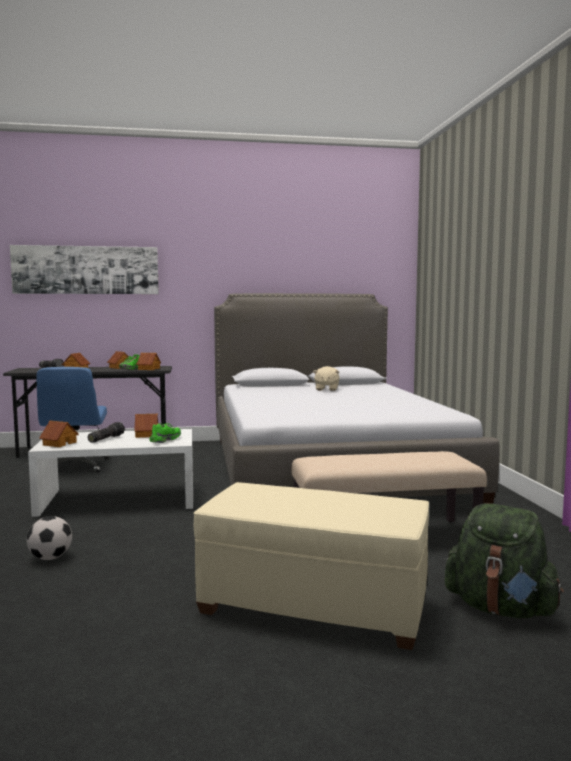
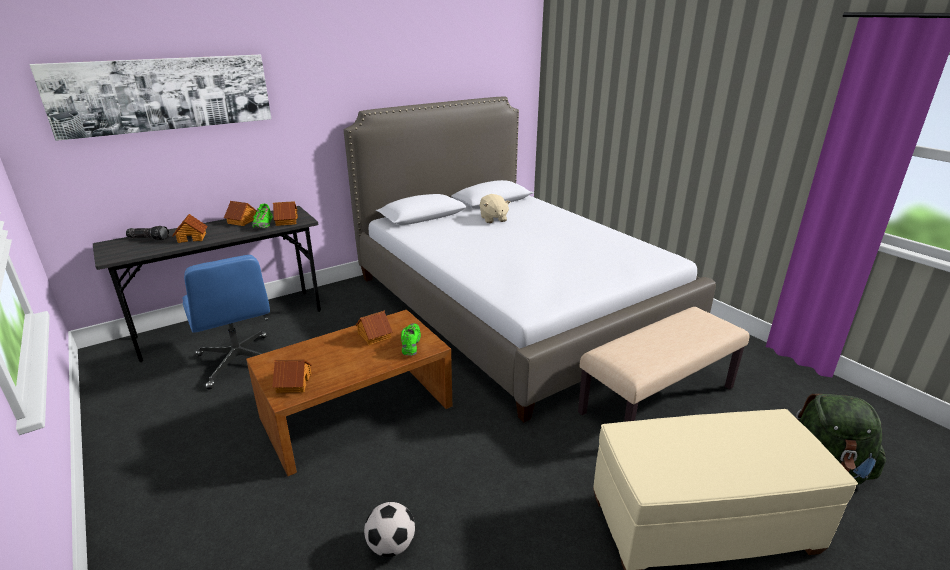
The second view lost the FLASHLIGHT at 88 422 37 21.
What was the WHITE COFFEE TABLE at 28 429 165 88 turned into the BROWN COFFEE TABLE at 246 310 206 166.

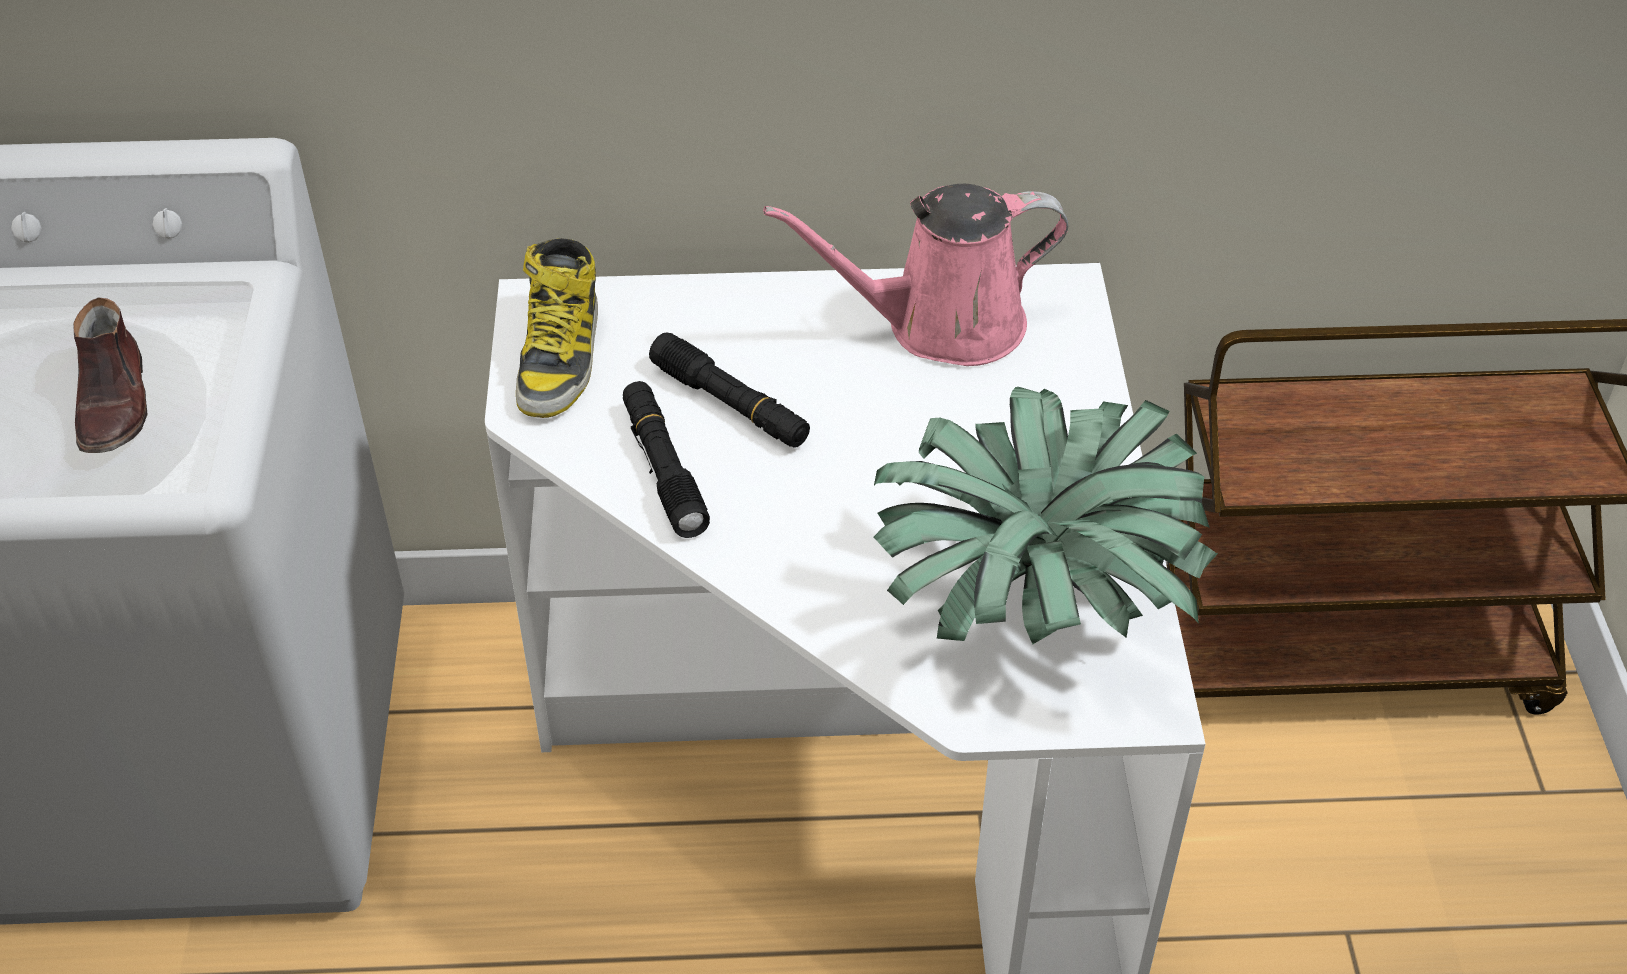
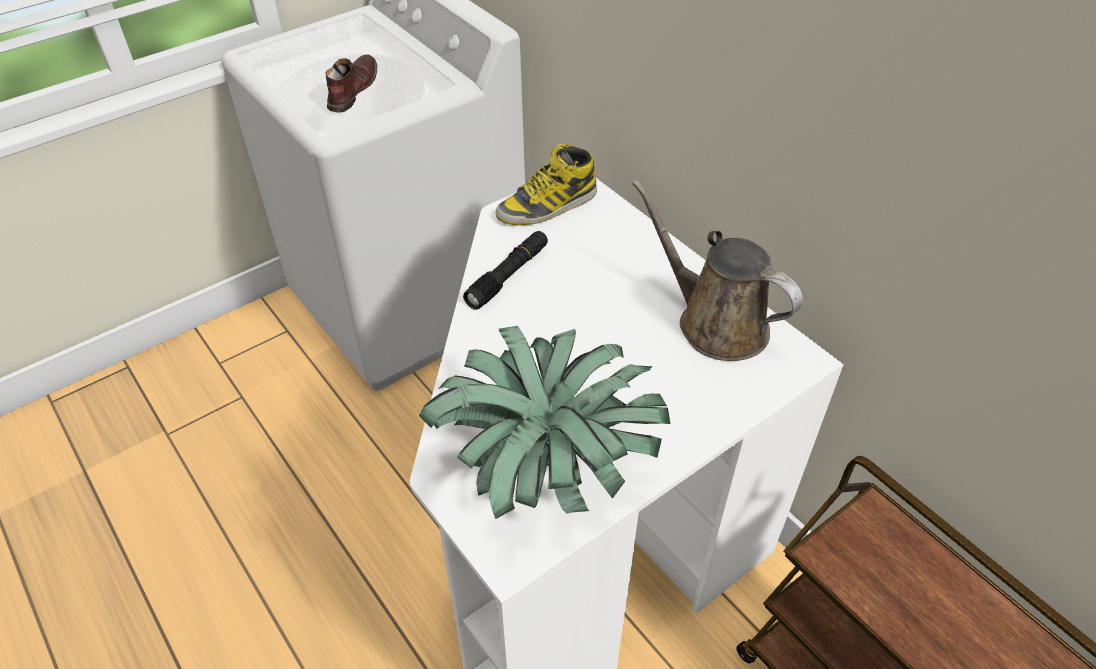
What was the PINK WATERING CAN at 763 184 305 182 turned into the BROWN WATERING CAN at 632 180 171 181.
The BROWN SHOE at 73 297 75 156 ended up facing another way, 150 degrees clockwise from before.
The second view lost the BLACK FLASHLIGHT at 649 332 161 116.

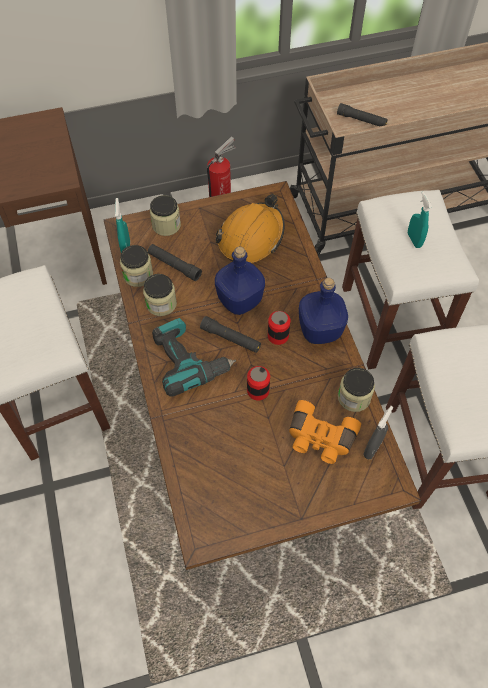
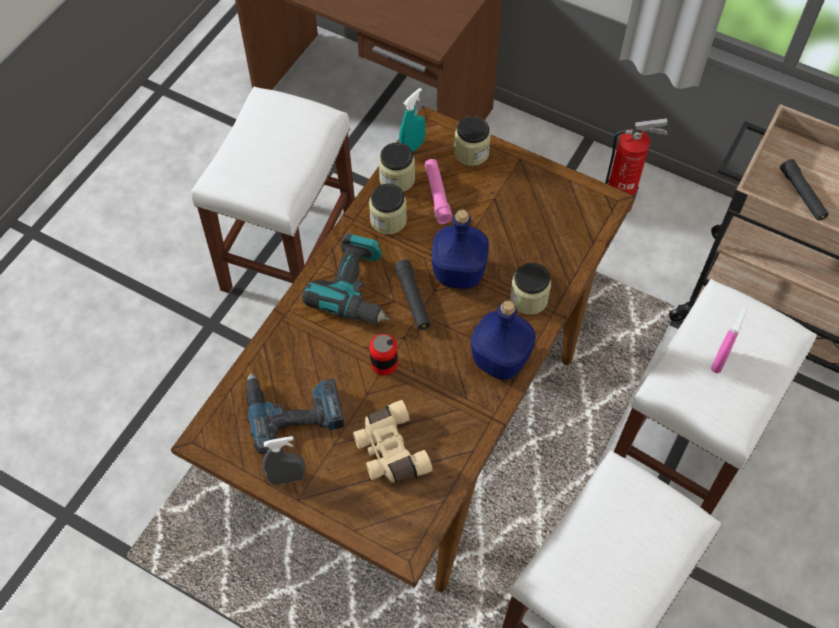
What was the TURQUOISE SPRAY BOTTLE at 408 192 24 56 turned into the PINK SPRAY BOTTLE at 711 308 36 65.
The second view lost the ORANGE HARD HAT at 216 194 69 69.
What was the BLACK FLASHLIGHT at 148 244 54 37 turned into the PINK FLASHLIGHT at 425 159 28 65.
The second view lost the CAN at 268 311 23 34.
The JAR ended up elsewhere, having gone from 338 368 37 44 to 510 263 41 52.
What was the ORANGE BINOCULARS at 289 400 72 64 turned into the BEIGE BINOCULARS at 353 400 80 83.
The GREY SPRAY BOTTLE ended up elsewhere, having gone from 364 406 29 53 to 262 436 44 49.
The second view gained the POWER DRILL at 246 373 99 81.

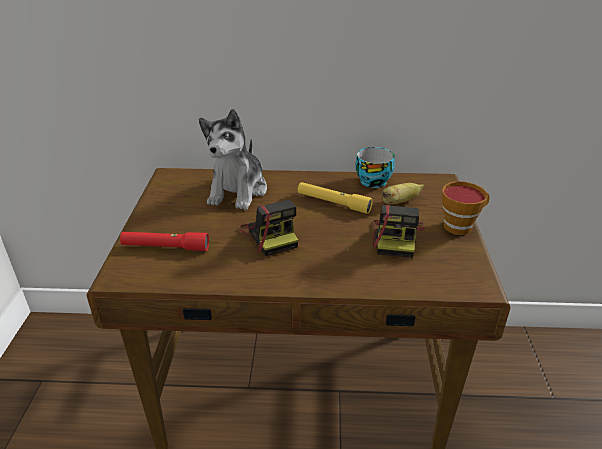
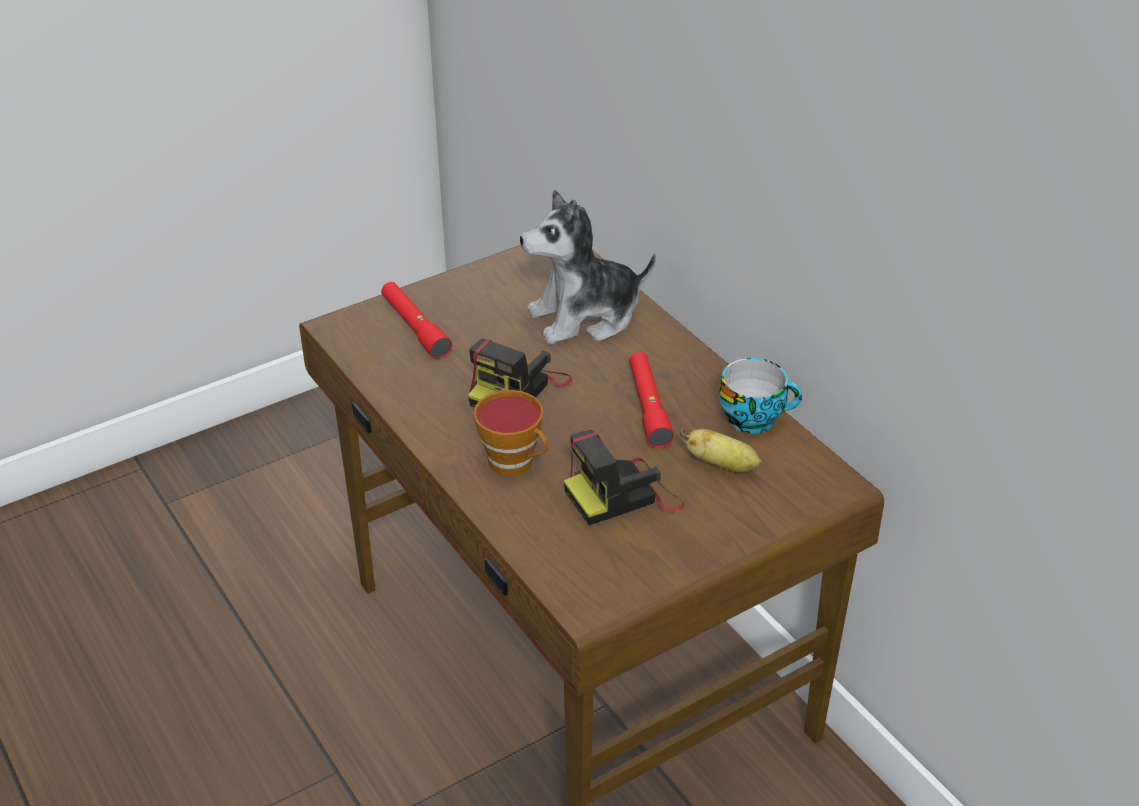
What was the YELLOW FLASHLIGHT at 298 182 75 32 turned into the RED FLASHLIGHT at 629 352 45 96.
The CUP ended up elsewhere, having gone from 442 182 48 53 to 473 390 75 86.

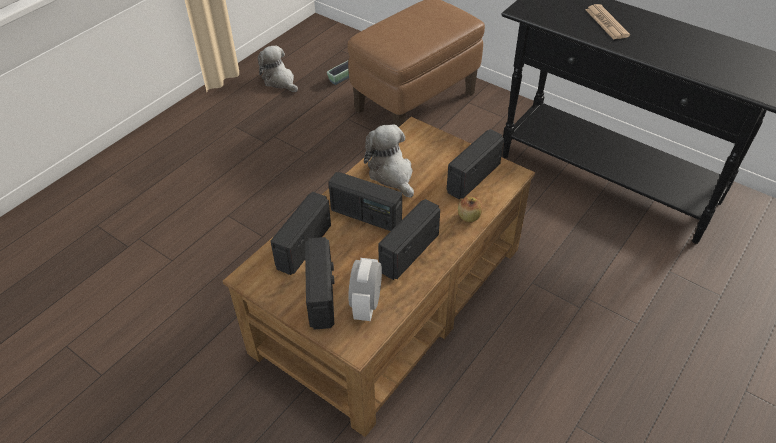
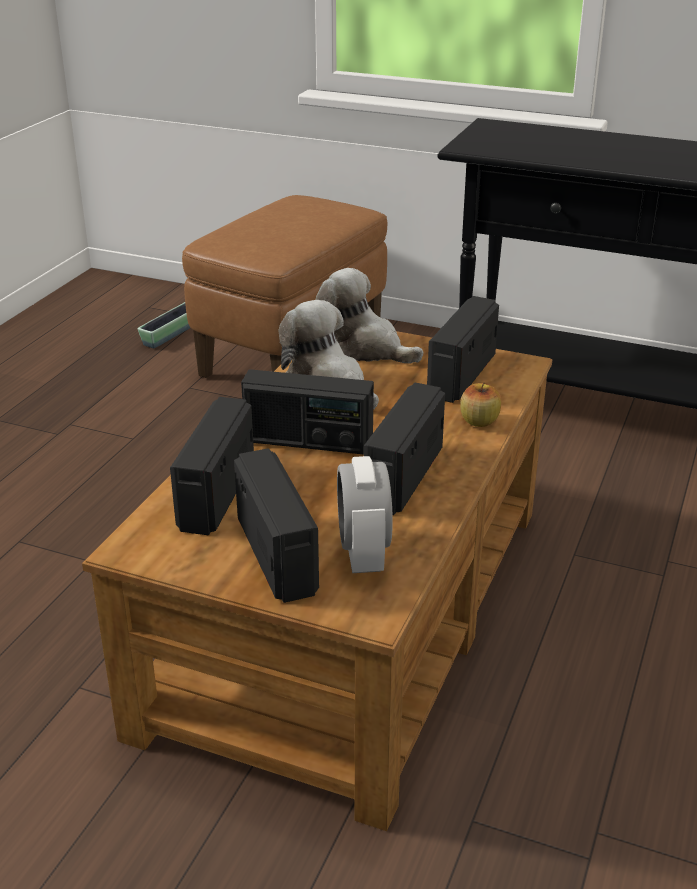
The second view lost the NEWSPAPER at 585 4 45 36.
The PLUSH TOY ended up elsewhere, having gone from 258 45 40 47 to 315 268 108 96.

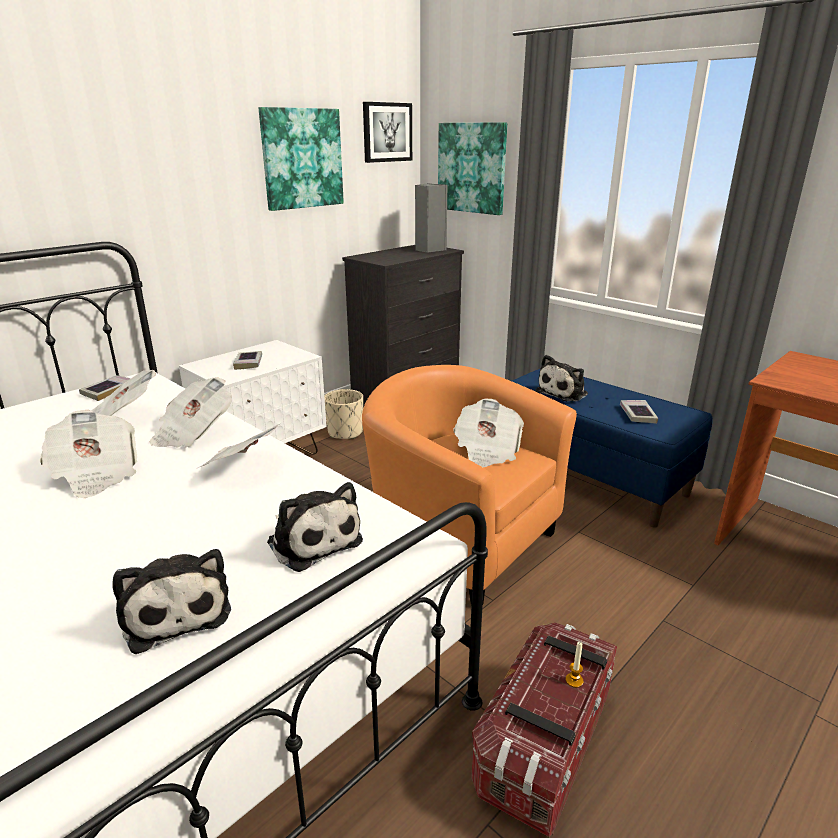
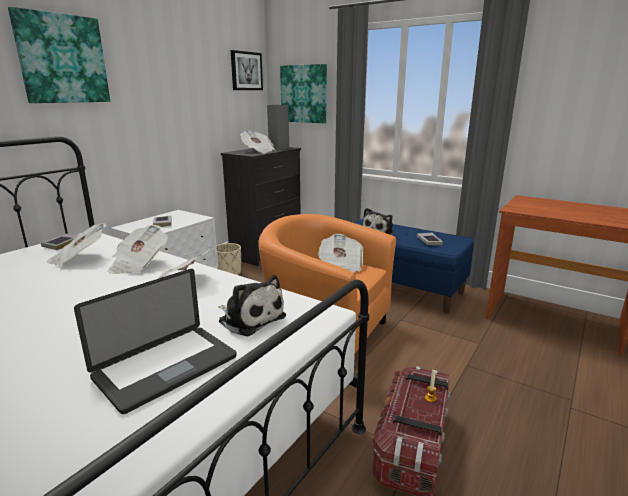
The PICTURE ended up elsewhere, having gone from 259 107 85 104 to 8 7 102 96.
The NEWSPAPER ended up elsewhere, having gone from 39 410 98 88 to 240 130 35 23.
Where the PLUSH TOY stood at 113 549 118 105, the LAPTOP came to stand at 74 269 163 145.

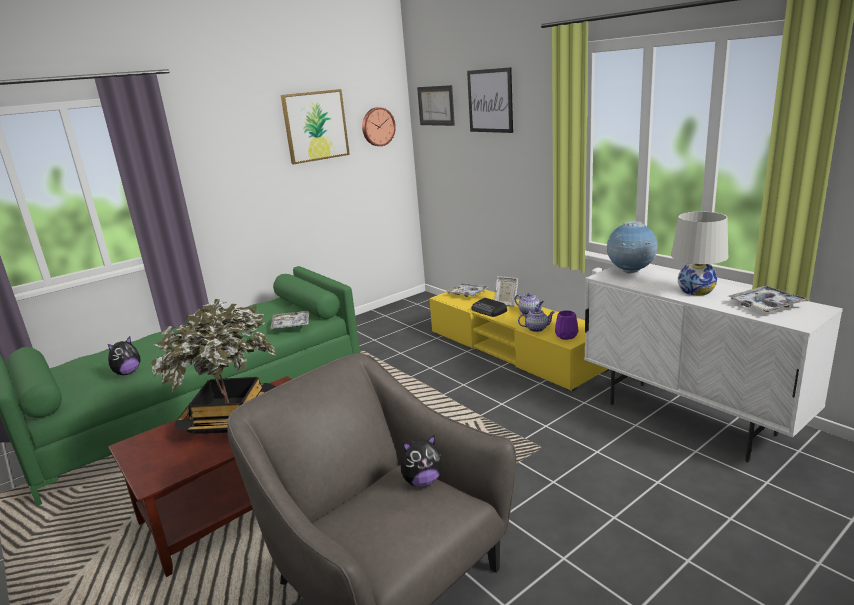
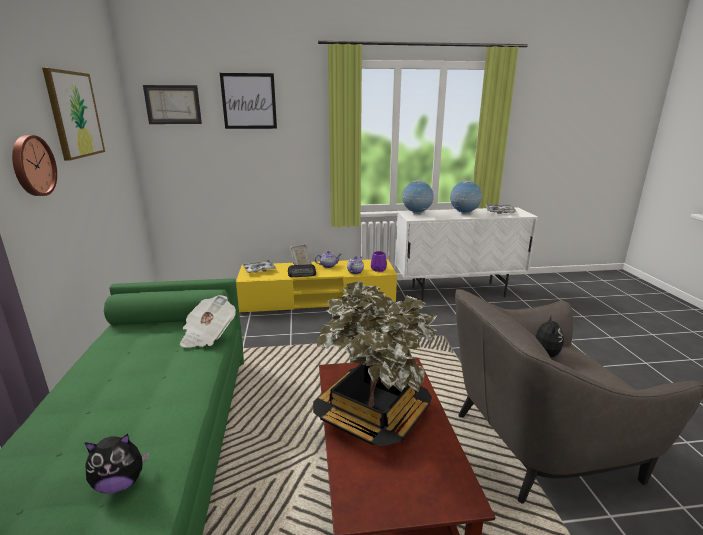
The WALL CLOCK ended up elsewhere, having gone from 362 107 34 39 to 12 135 45 61.
Where the WHITE TABLE LAMP stood at 671 212 57 83, the GLOBE came to stand at 450 180 32 34.
Where the TRAY stood at 270 311 39 19, the NEWSPAPER came to stand at 180 295 56 53.
The PLUSH TOY at 108 336 32 39 ended up facing another way, 90 degrees clockwise from before.

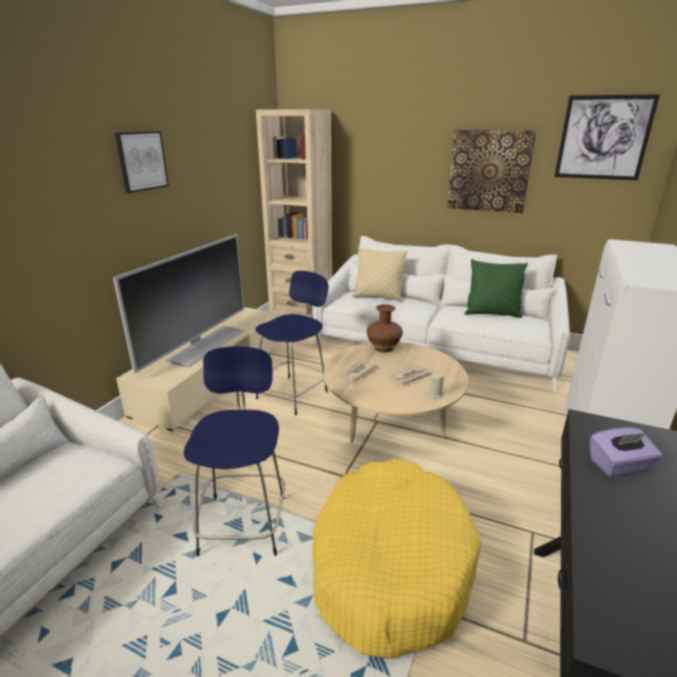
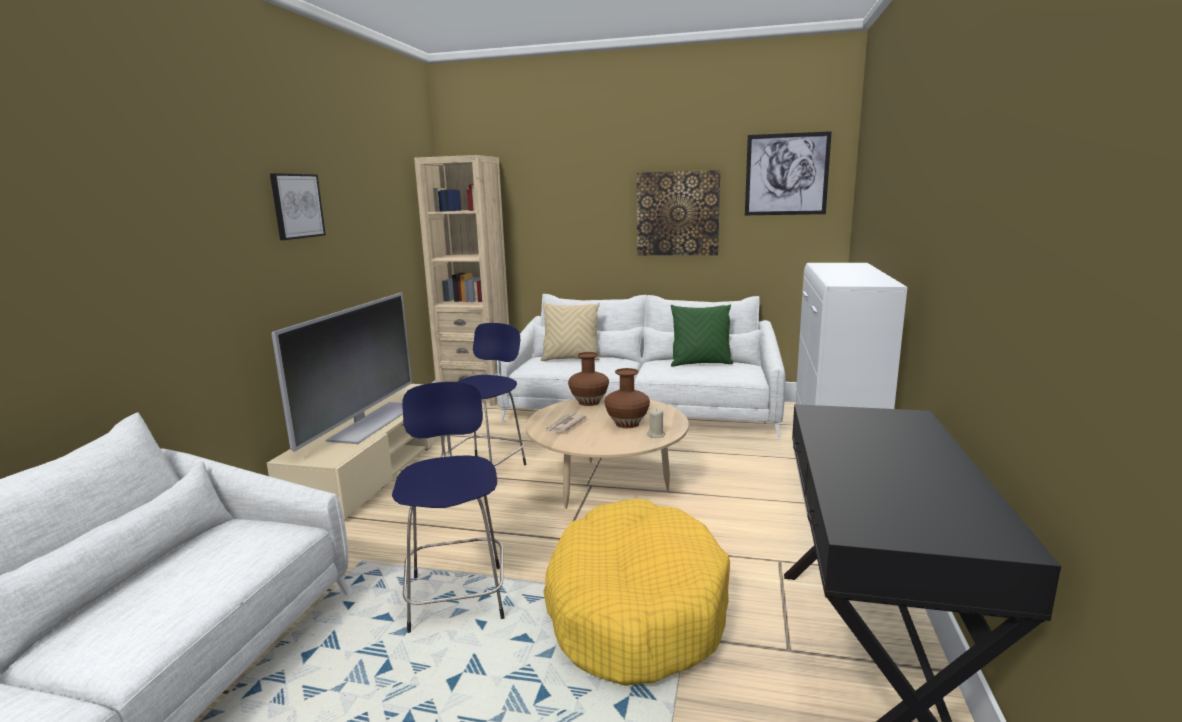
Where the NEWSPAPER stood at 390 365 42 21, the BROWN VASE came to stand at 604 368 46 60.
The second view lost the PURPLE TISSUE BOX at 590 427 72 50.

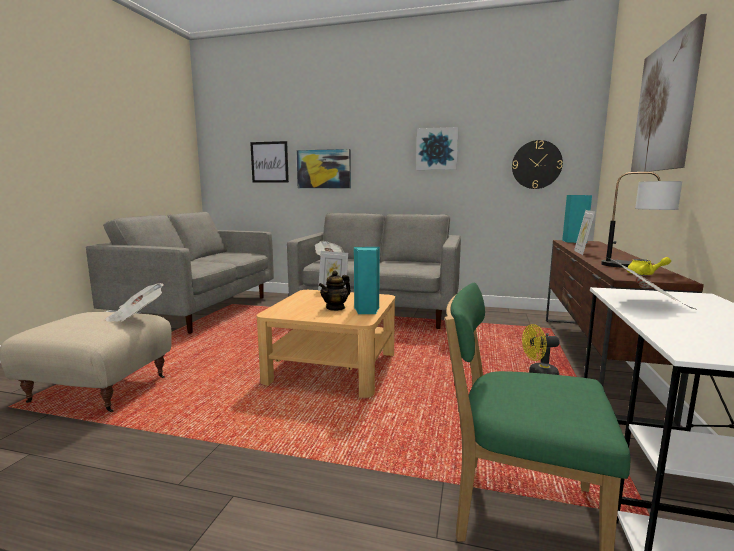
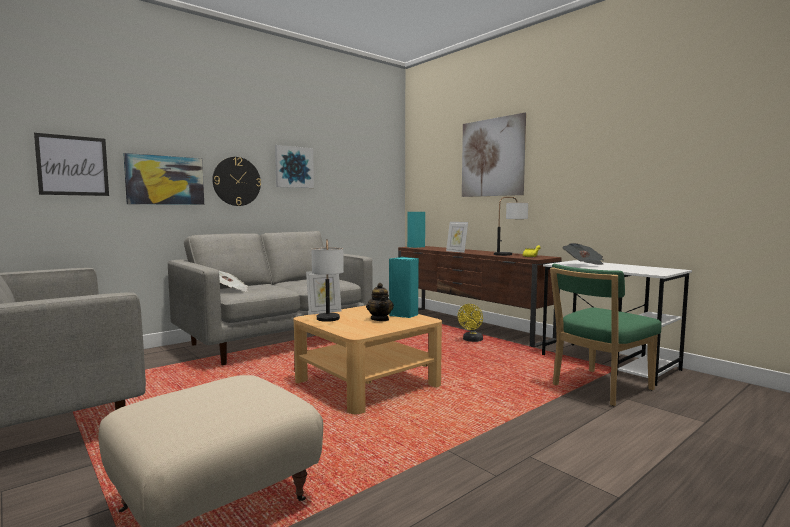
The WALL CLOCK ended up elsewhere, having gone from 512 140 51 49 to 212 157 49 49.
The second view lost the NEWSPAPER at 105 283 59 39.
The second view gained the TABLE LAMP at 312 239 32 83.

